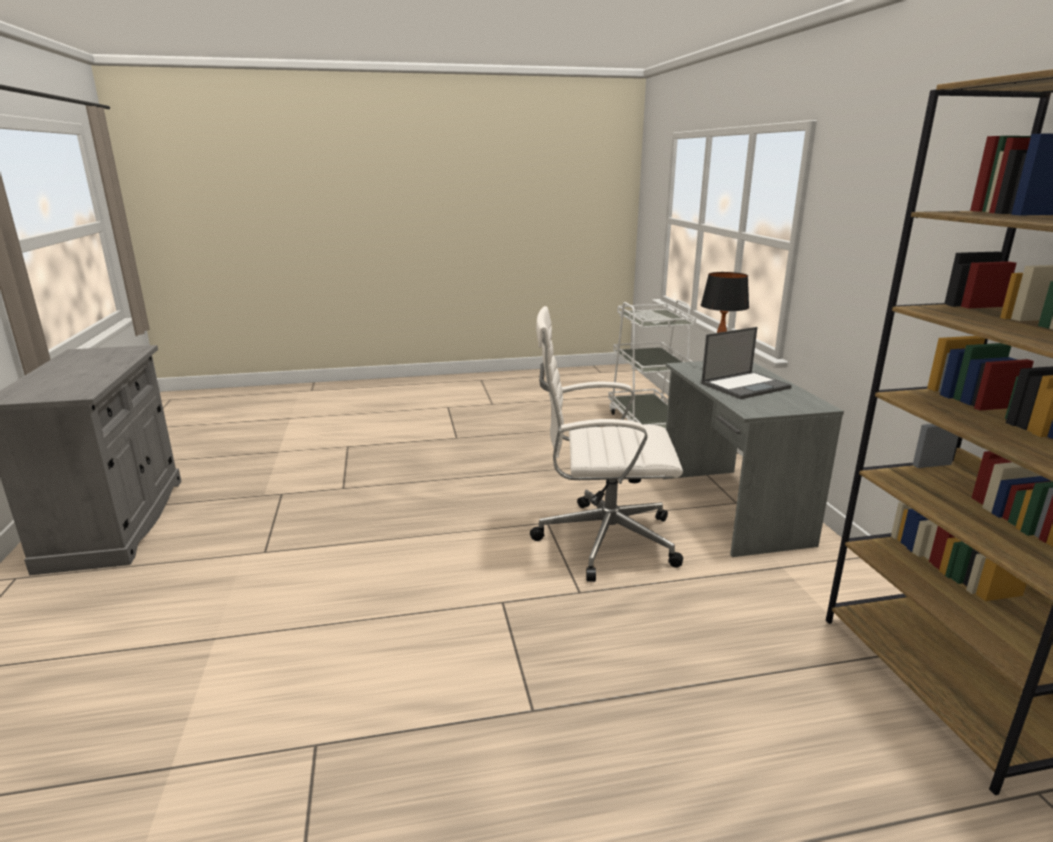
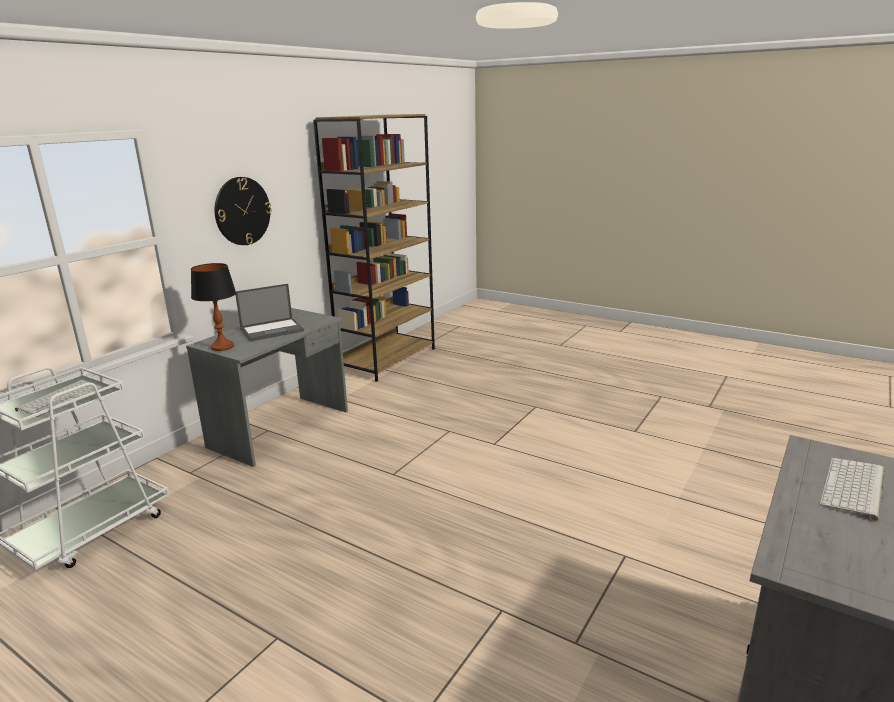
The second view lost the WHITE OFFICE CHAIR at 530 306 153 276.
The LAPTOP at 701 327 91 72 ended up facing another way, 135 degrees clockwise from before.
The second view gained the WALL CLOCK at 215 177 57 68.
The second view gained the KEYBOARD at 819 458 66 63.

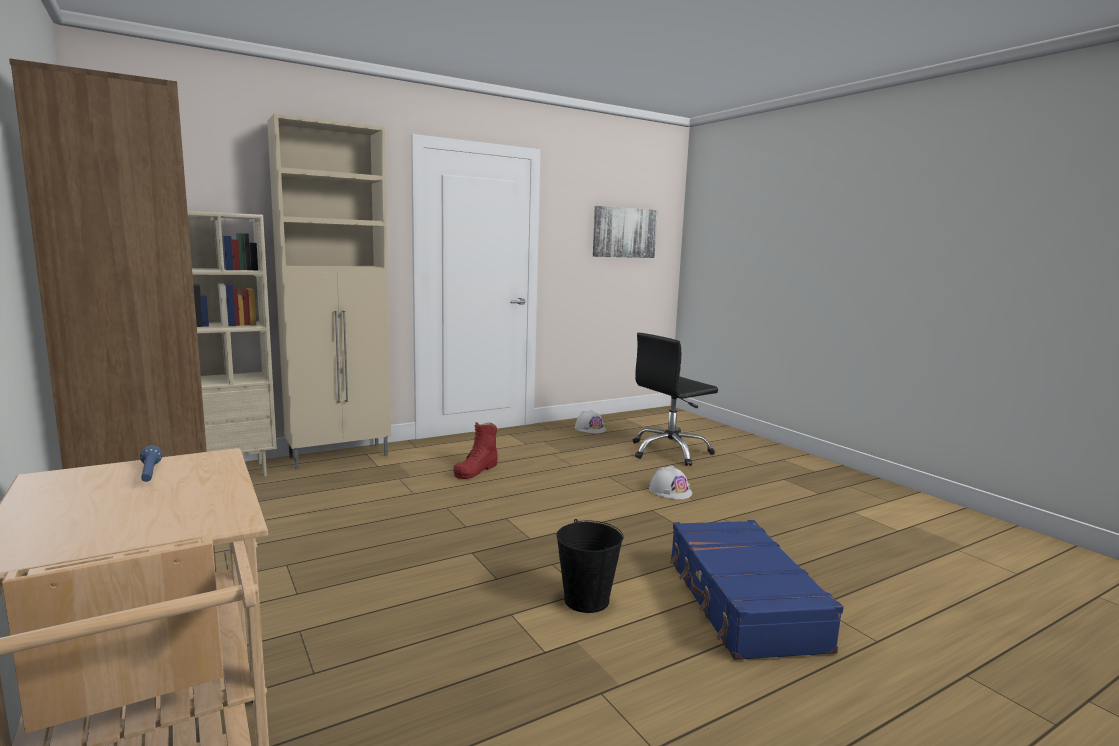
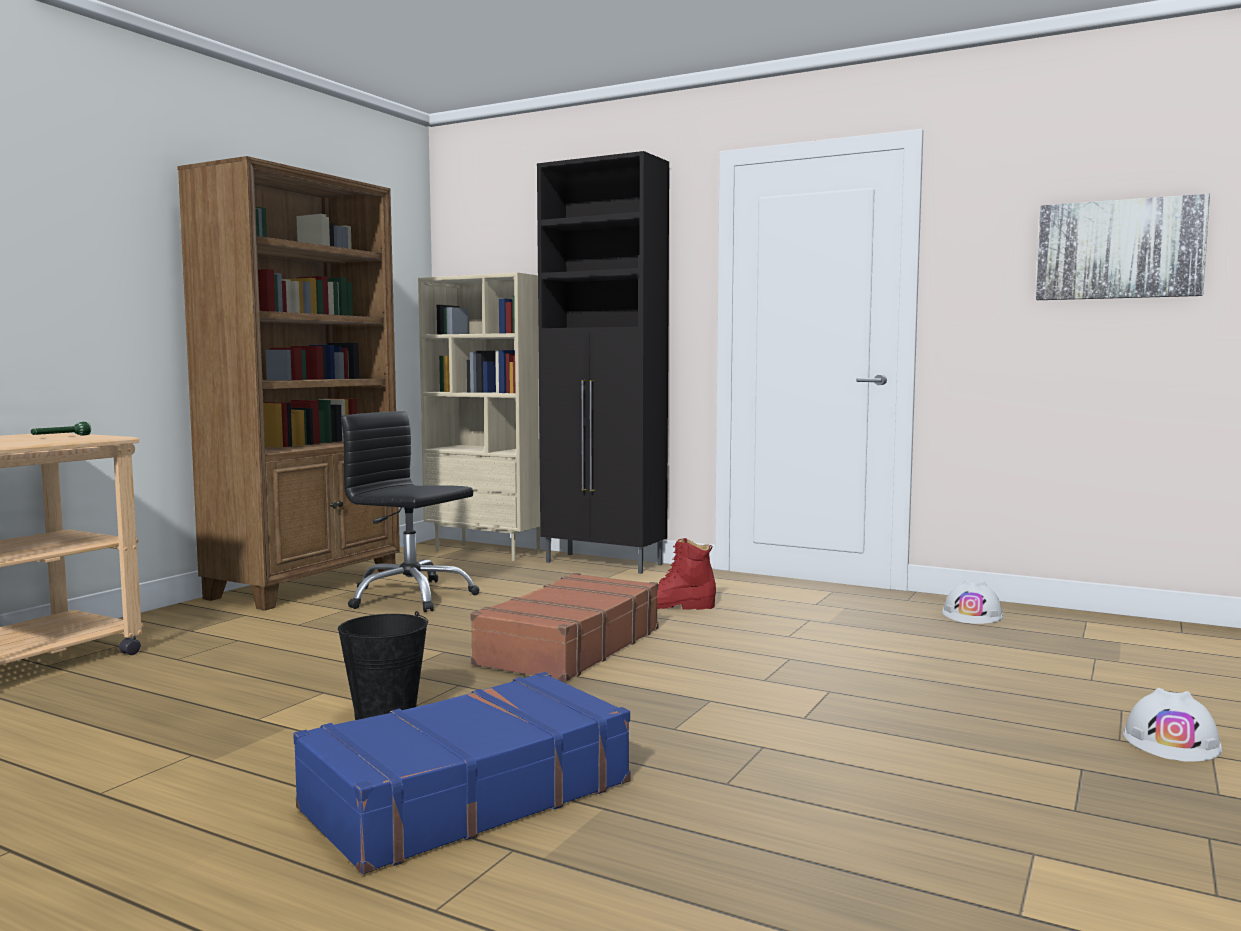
What was the BEIGE CABINET at 267 113 124 356 turned into the BLACK CABINET at 537 151 132 423.
The BLACK OFFICE CHAIR ended up elsewhere, having gone from 633 333 85 133 to 341 411 138 201.
What was the BLUE FLASHLIGHT at 140 445 22 37 turned into the GREEN FLASHLIGHT at 31 422 60 14.
The WHITE HARD HAT ended up elsewhere, having gone from 649 465 43 34 to 1123 688 99 74.
The second view gained the BROWN SUITCASE at 470 573 188 109.

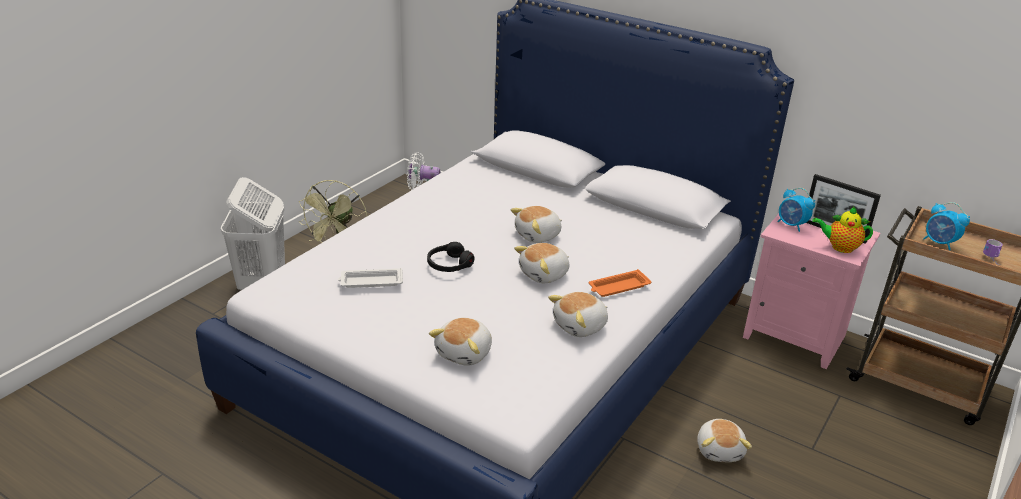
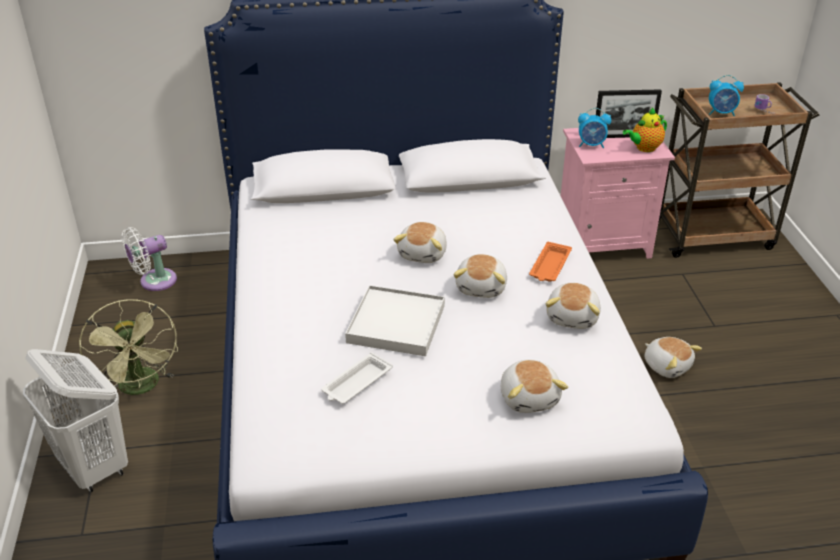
Where the BLACK HEADPHONES stood at 427 242 48 30, the WHITE TRAY came to stand at 345 285 100 71.

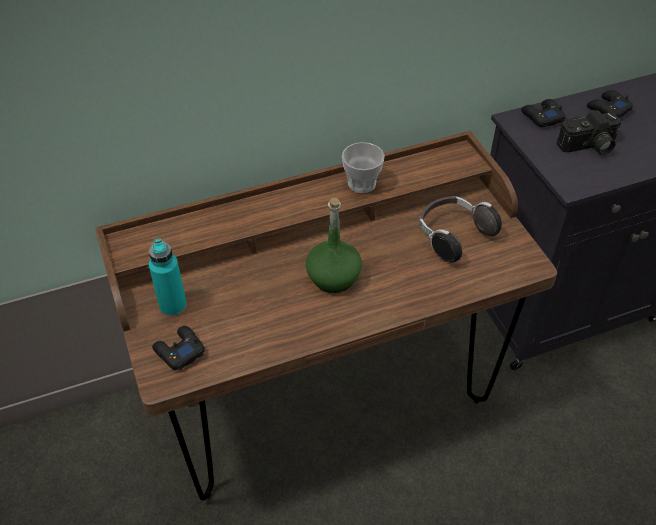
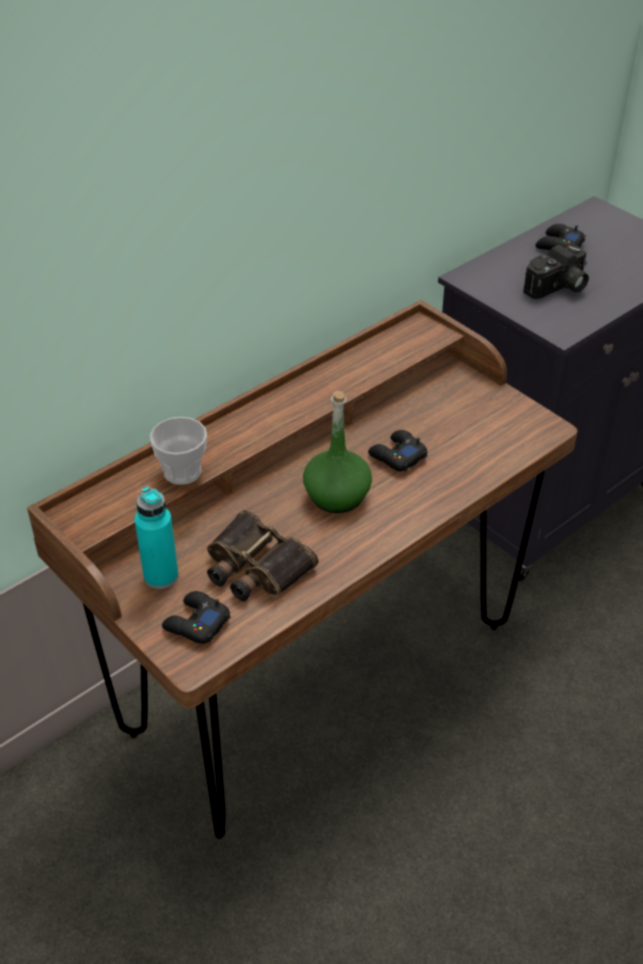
The BLACK GAME CONTROLLER ended up elsewhere, having gone from 521 99 44 28 to 368 430 59 41.
The CUP ended up elsewhere, having gone from 342 142 43 51 to 150 417 57 68.
The second view lost the HEADPHONES at 419 196 83 67.
The second view gained the BINOCULARS at 207 510 112 91.

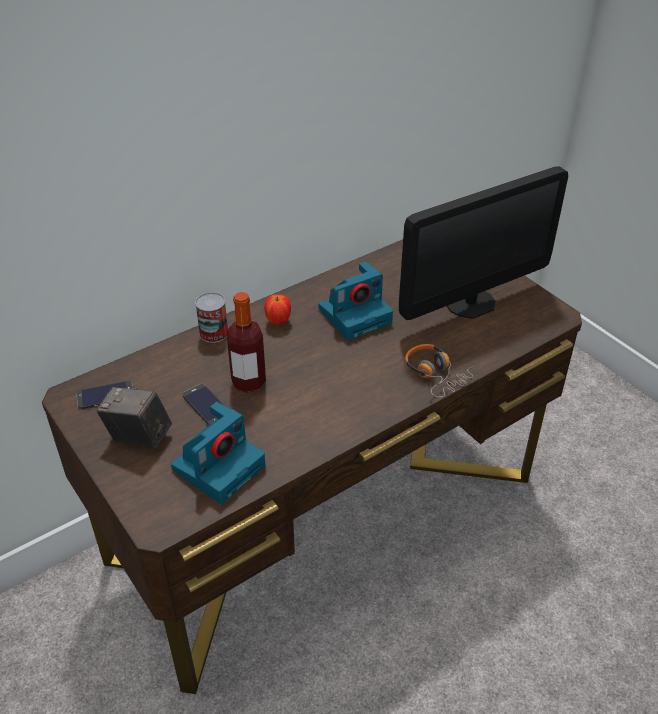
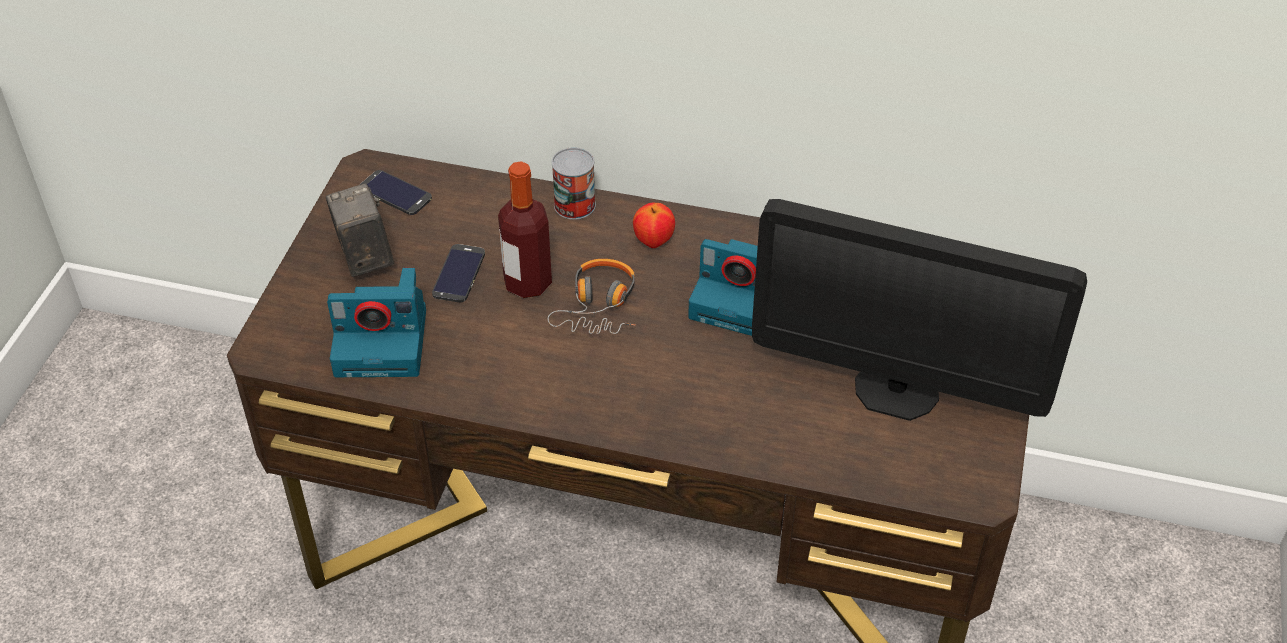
The HEADPHONES ended up elsewhere, having gone from 405 344 69 53 to 548 259 88 75.

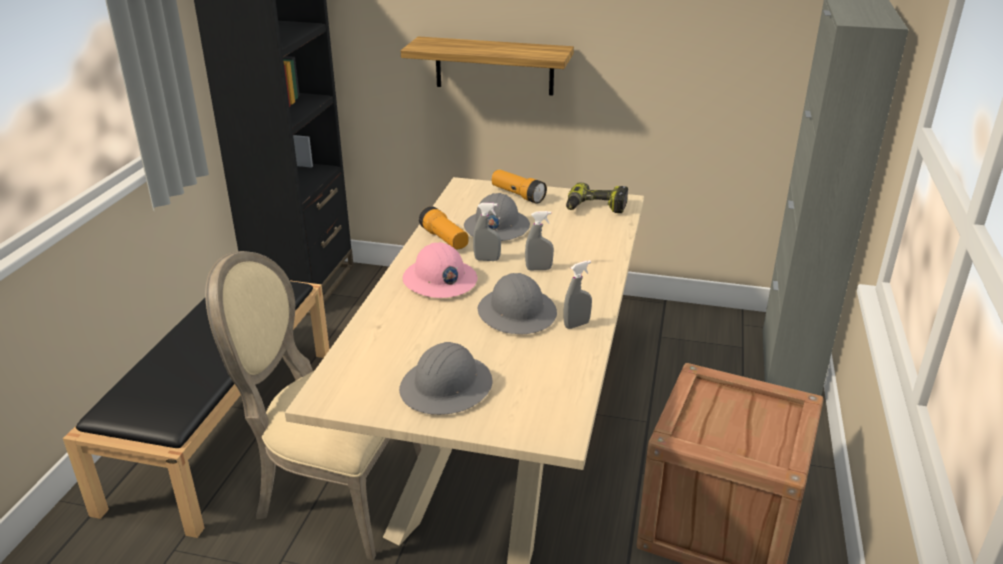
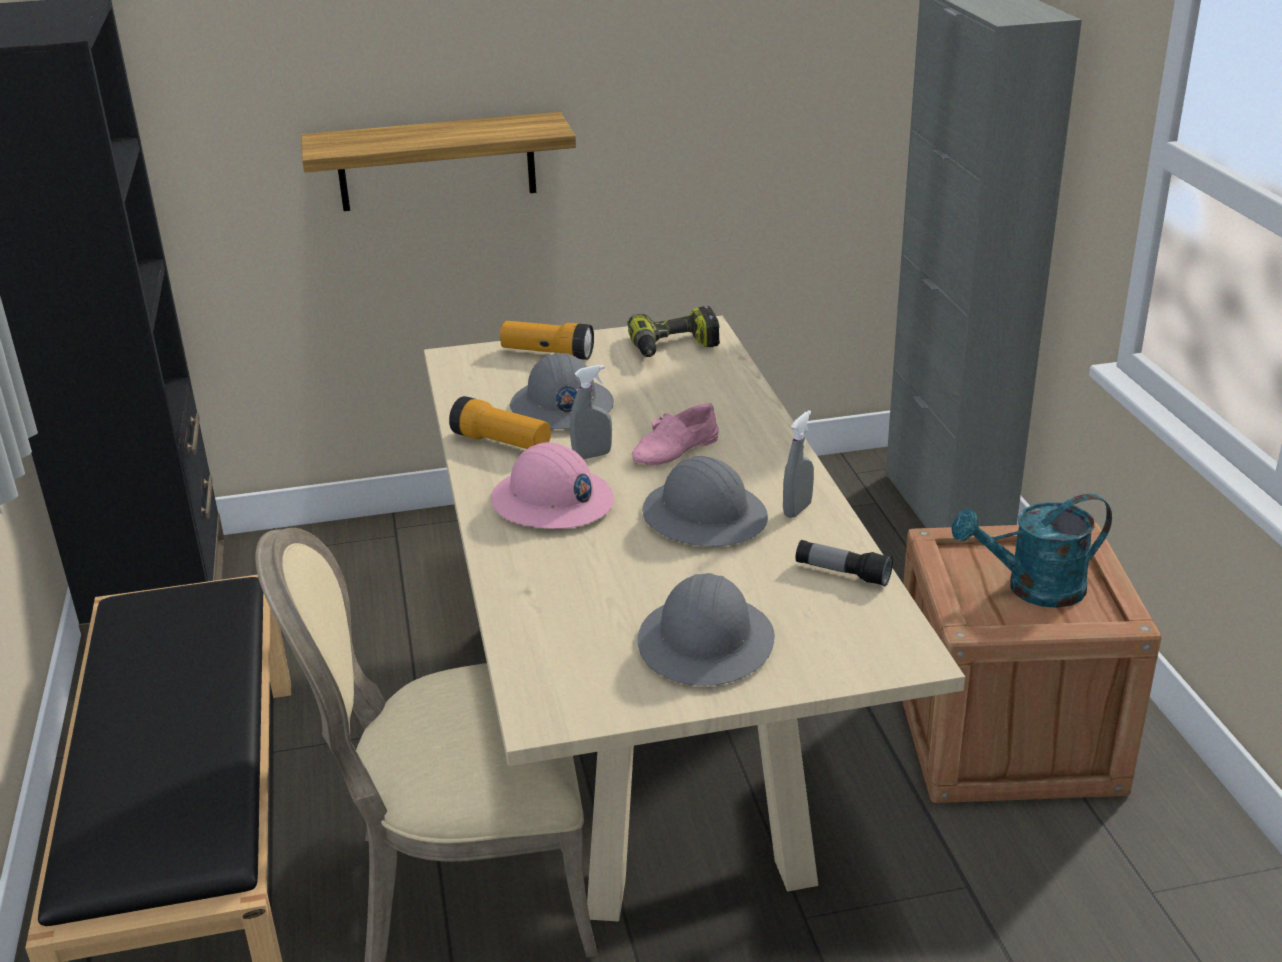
Where the GREY SPRAY BOTTLE stood at 525 211 29 59, the PINK SHOE came to stand at 632 403 87 62.
The second view gained the TURQUOISE WATERING CAN at 951 493 161 115.
The second view gained the FLASHLIGHT at 796 540 97 47.

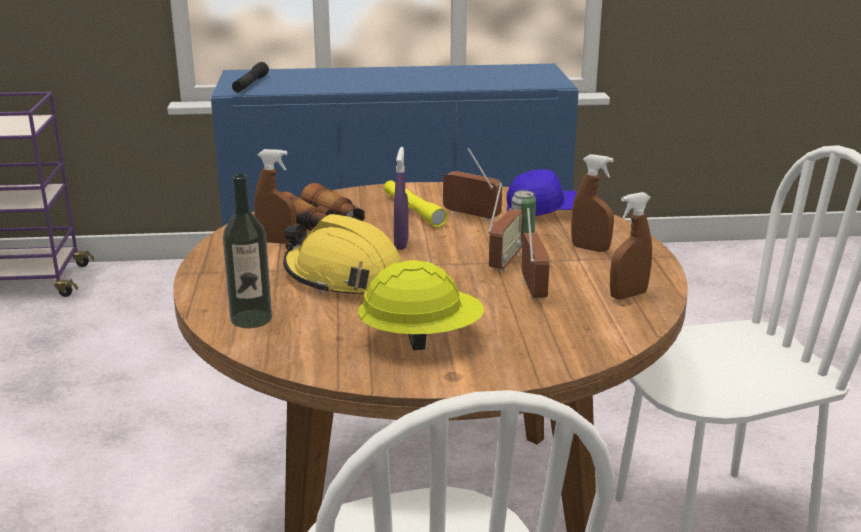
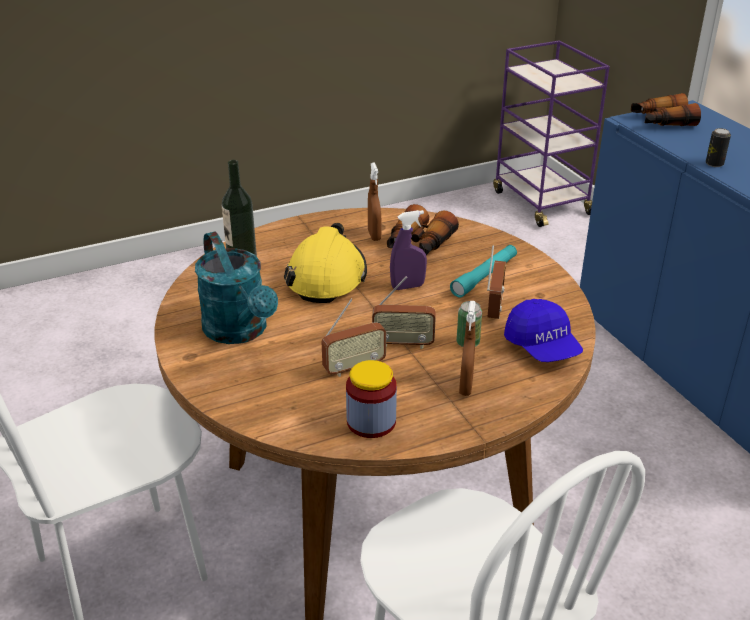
Where the BLACK FLASHLIGHT stood at 232 62 37 30, the BINOCULARS came to stand at 631 93 70 33.
What was the YELLOW FLASHLIGHT at 384 180 64 47 turned into the TURQUOISE FLASHLIGHT at 450 245 67 53.
Where the BROWN SPRAY BOTTLE stood at 610 192 42 107, the JAR came to stand at 346 360 51 78.
Where the YELLOW HARD HAT stood at 358 260 126 90, the TURQUOISE WATERING CAN came to stand at 195 231 83 113.
The second view gained the CAN at 706 128 25 39.

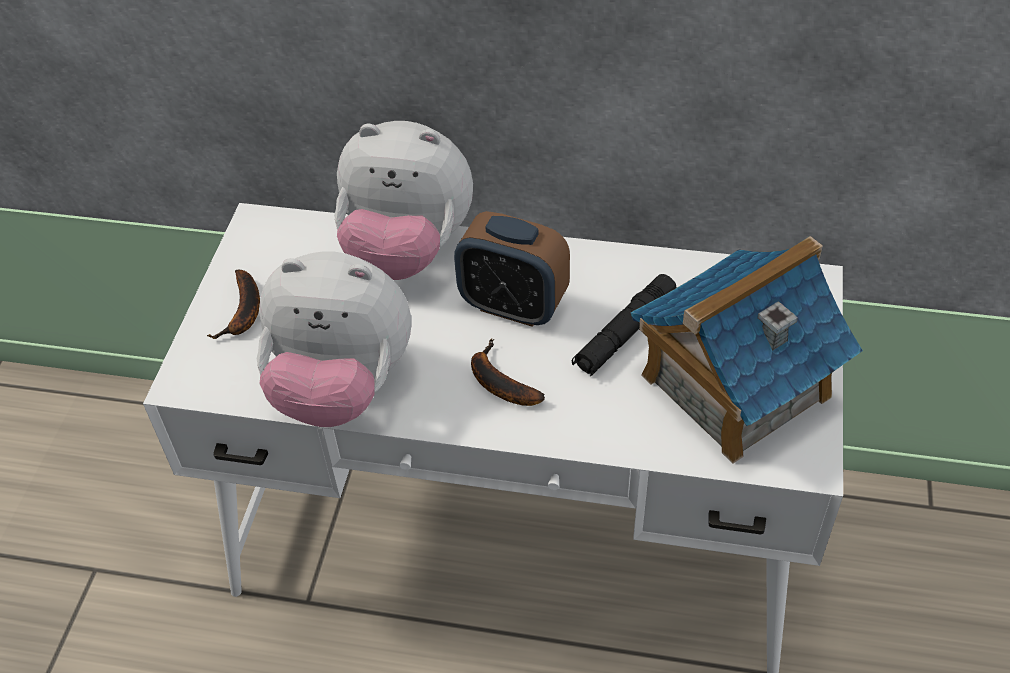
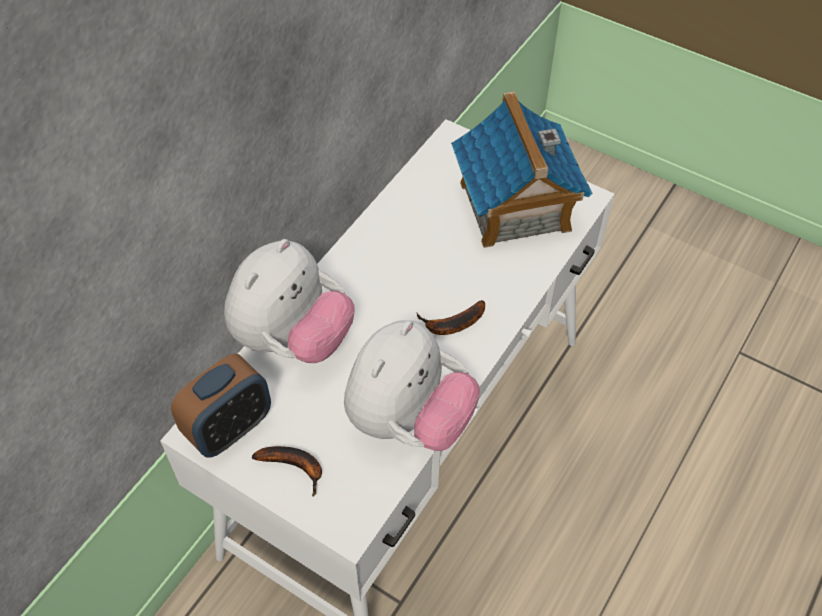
The ALARM CLOCK ended up elsewhere, having gone from 454 211 116 116 to 171 353 100 105.
The second view lost the BLACK FLASHLIGHT at 571 274 106 102.

